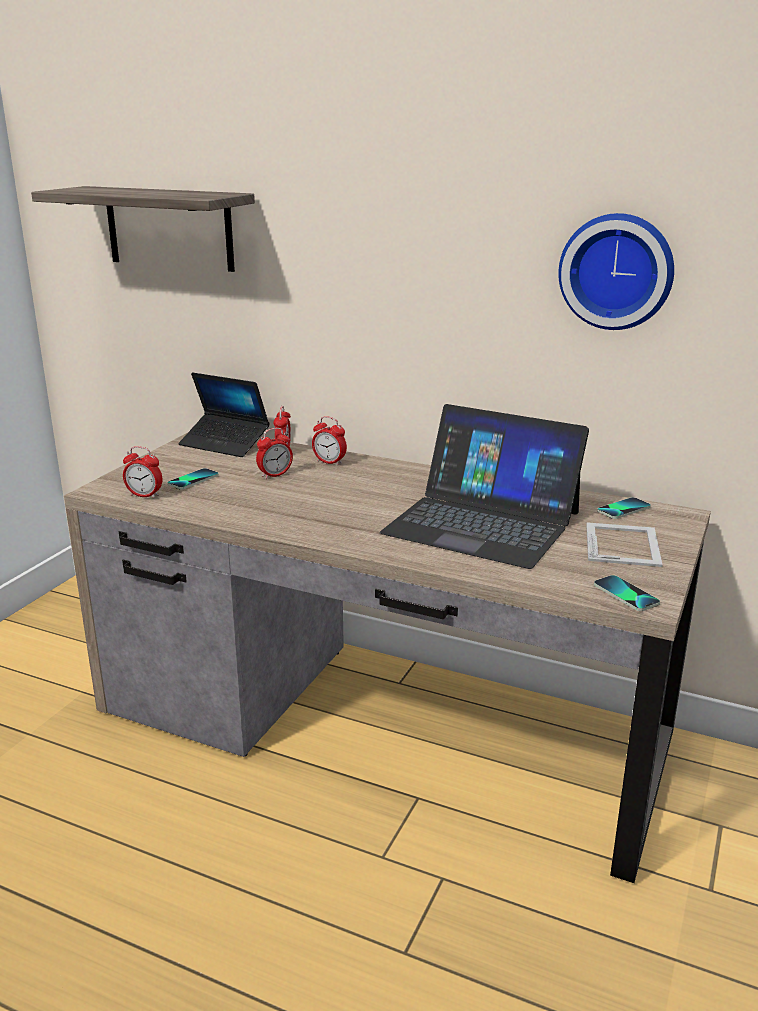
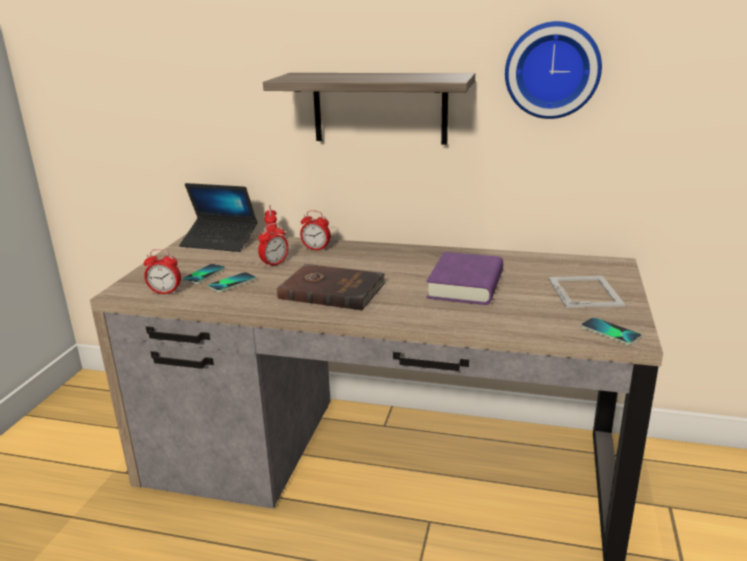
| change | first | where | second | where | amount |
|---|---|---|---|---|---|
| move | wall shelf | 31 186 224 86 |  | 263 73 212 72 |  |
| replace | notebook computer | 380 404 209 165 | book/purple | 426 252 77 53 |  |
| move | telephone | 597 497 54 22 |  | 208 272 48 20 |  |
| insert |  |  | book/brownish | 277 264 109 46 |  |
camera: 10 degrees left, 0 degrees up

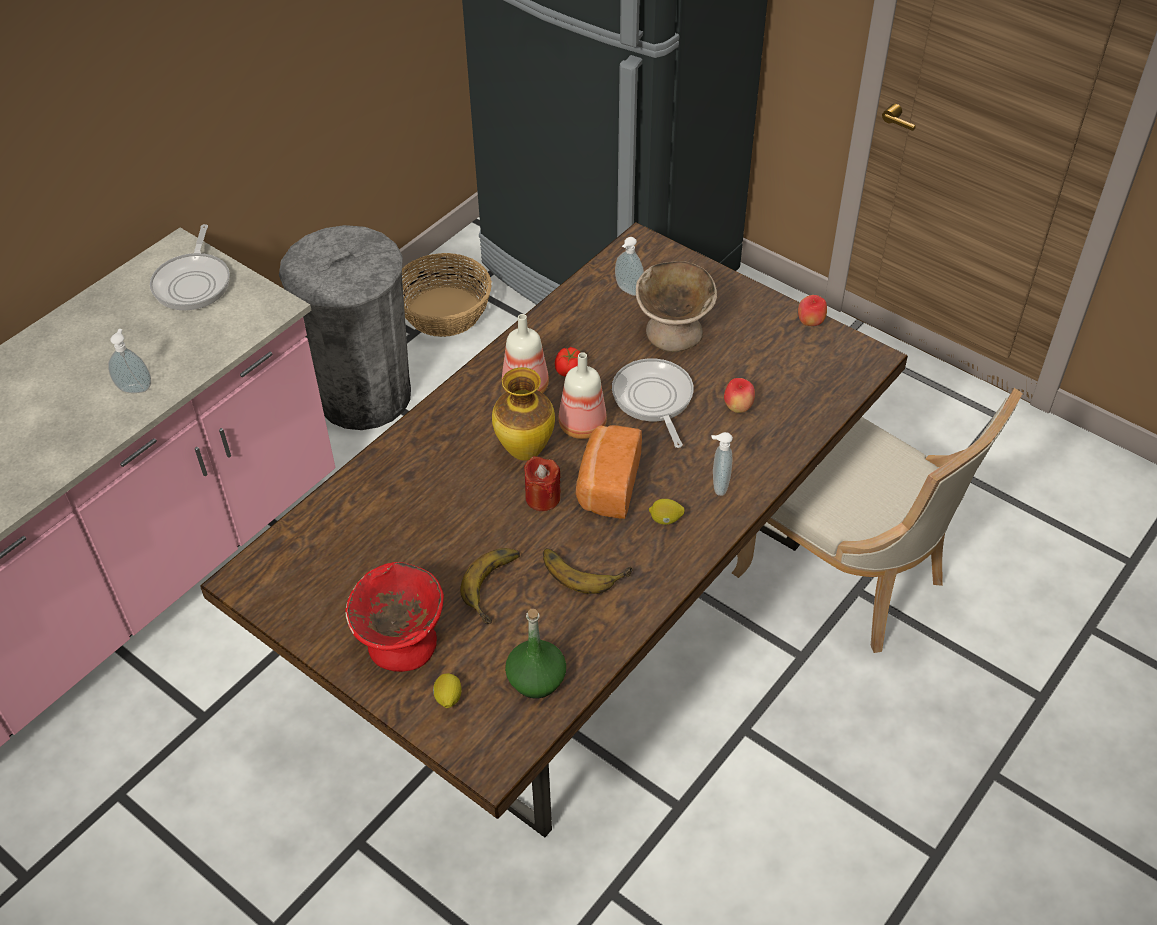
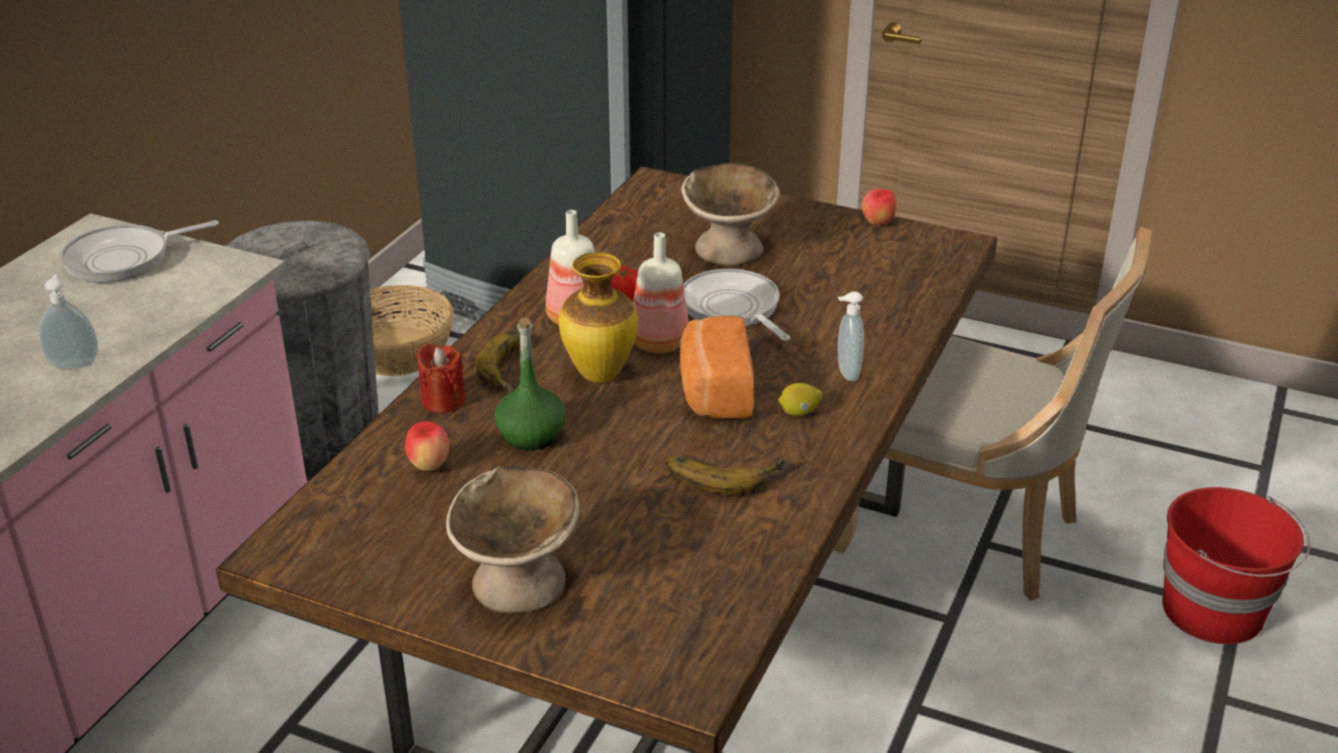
| change | first | where | second | where | amount |
|---|---|---|---|---|---|
| rotate | skillet | 150 224 80 87 |  | 60 220 159 62 | 75 degrees clockwise |
| delete | soap dispenser | 615 237 29 59 |  |  |  |
| move | apple | 724 378 31 35 |  | 405 421 44 50 |  |
| move | candle/reddish | 524 456 37 55 |  | 416 344 50 70 |  |
| move | whole banana | 460 548 60 76 |  | 475 331 58 62 |  |
| recolor | bowl/reddish | 345 562 99 110 | bowl/beige-coloured | 446 466 133 147 |  |
| move | beverage bottle/green | 505 609 61 89 |  | 494 318 72 133 |  |
| delete | citrus fruit | 433 673 29 35 |  |  |  |
| insert |  |  | pail/reddish | 1162 487 148 157 |  |
camera: 15 degrees left, 15 degrees down

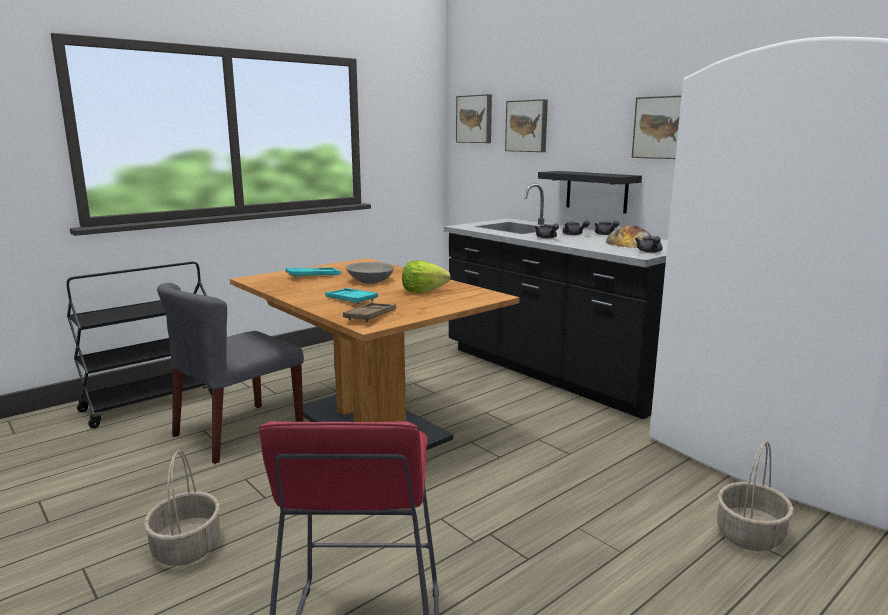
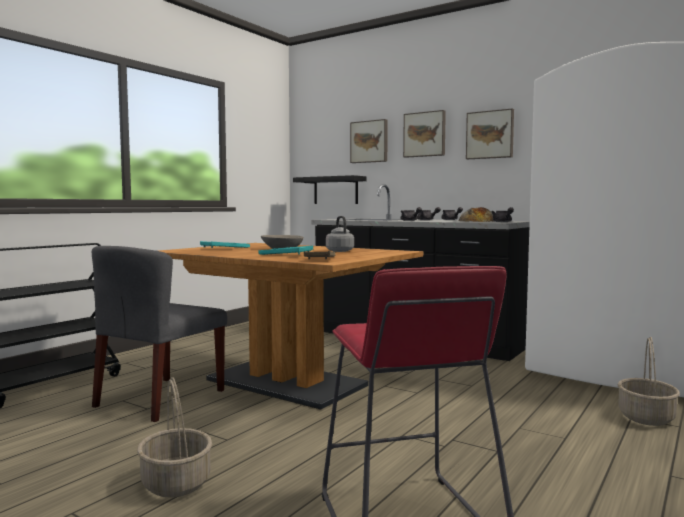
| change | first | where | second | where | amount |
|---|---|---|---|---|---|
| move | wall art | 456 94 36 49 |  | 403 110 43 48 |  |
| move | wall shelf/blackish | 538 171 104 43 |  | 293 175 74 29 |  |
| replace | lettuce | 402 261 49 32 | water kettle/gray | 326 216 28 36 |  |
camera: 15 degrees left, 10 degrees down

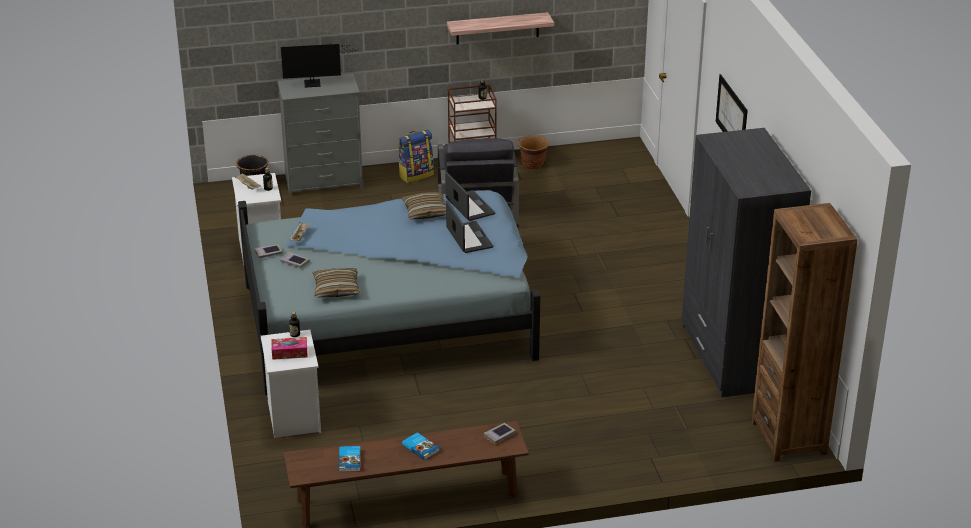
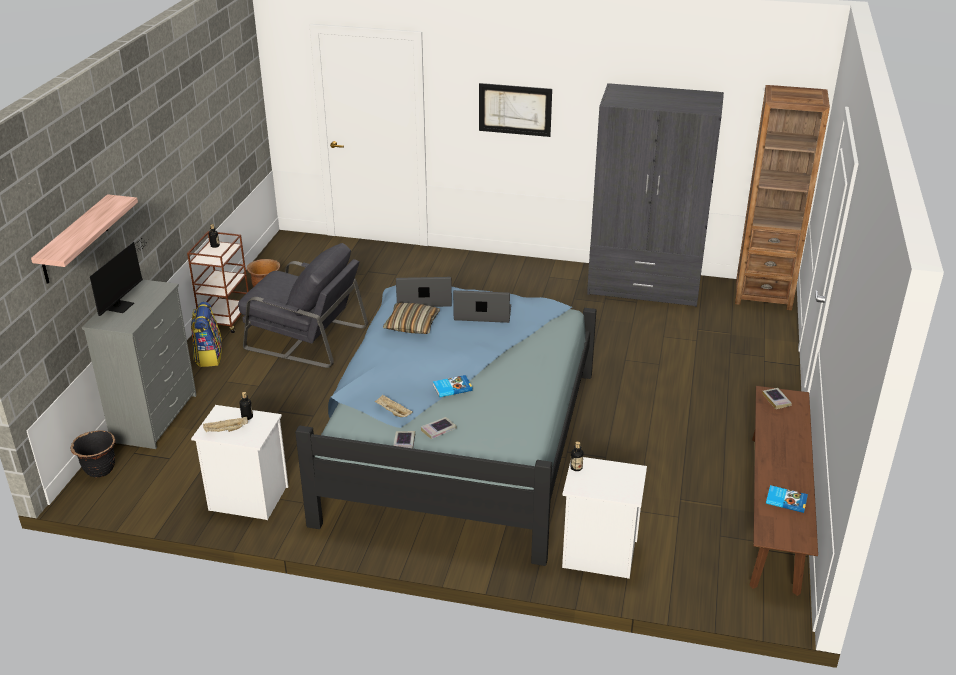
| change | first | where | second | where | amount |
|---|---|---|---|---|---|
| move | wall shelf | 447 12 107 32 |  | 31 194 107 90 |  |
| delete | throw pillow | 313 268 47 30 |  |  |  |
| delete | tissue box | 272 337 36 23 |  |  |  |
| move | book | 402 432 38 28 |  | 433 375 39 22 |  |
camera: 65 degrees left, 0 degrees up

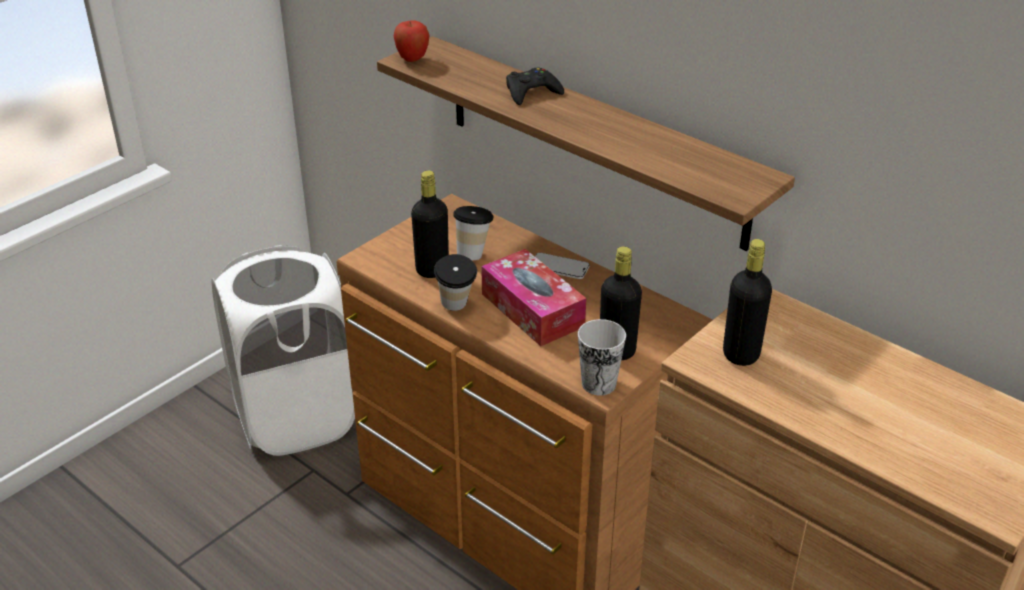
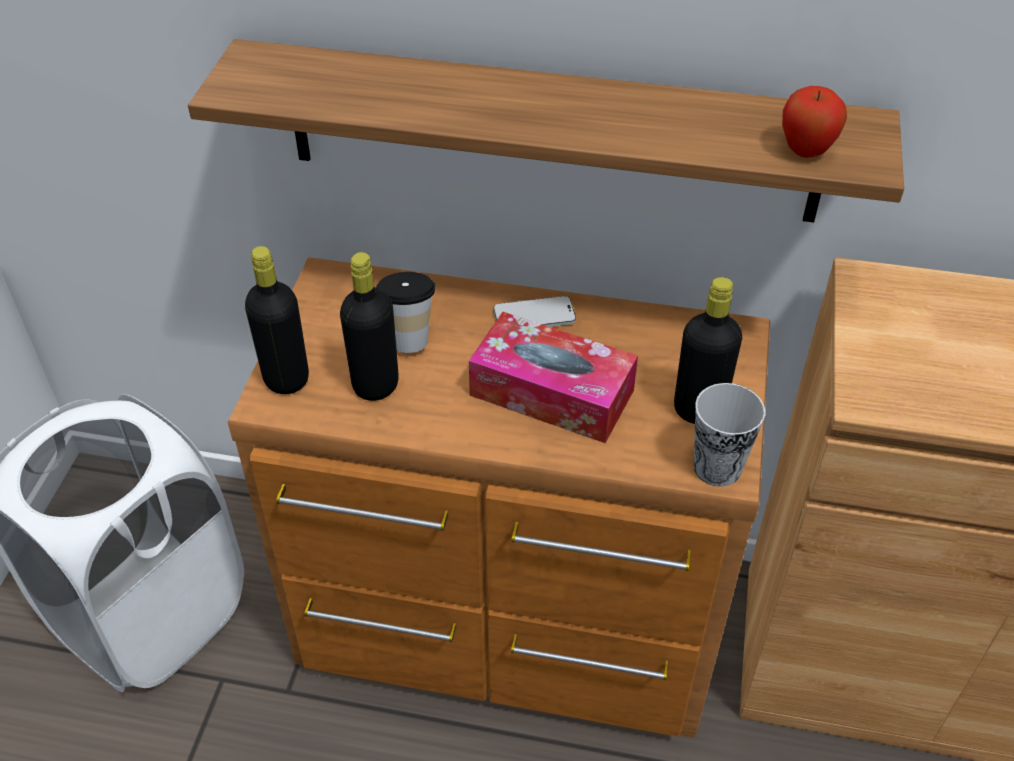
| change | first | where | second | where | amount |
|---|---|---|---|---|---|
| move | apple | 393 21 37 41 |  | 782 86 65 72 |  |
| delete | joypad/blackish | 506 68 58 37 |  |  |  |
| move | beverage bottle/blackish | 723 239 49 127 |  | 245 246 64 148 |  |
| delete | cup | 434 254 43 57 |  |  |  |
camera: 30 degrees left, 10 degrees up

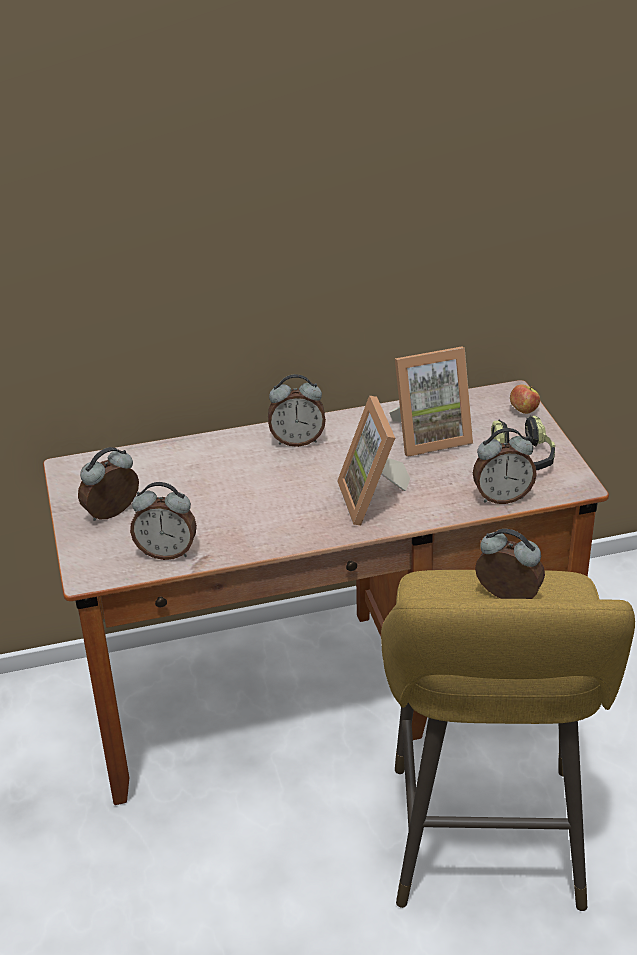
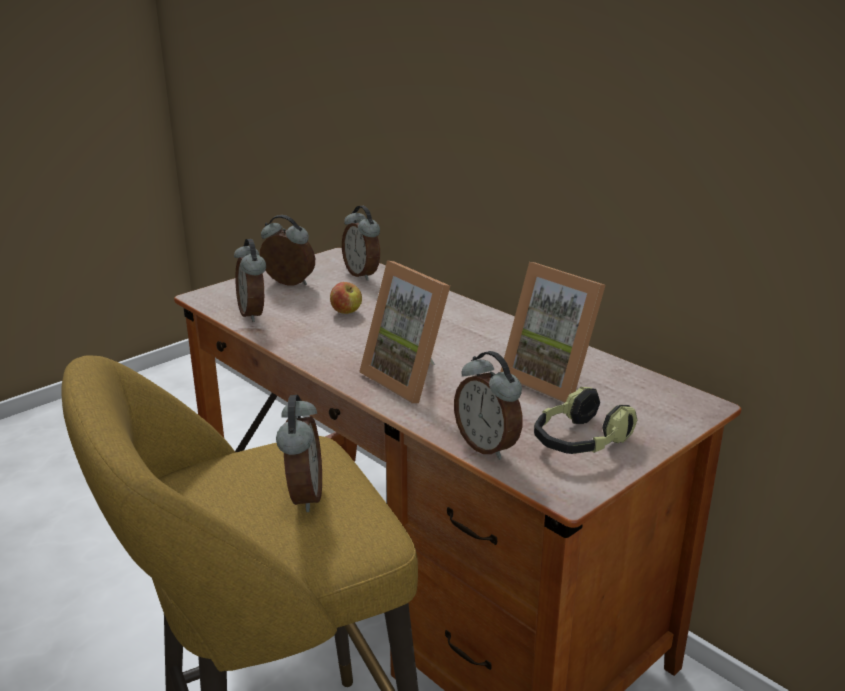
| change | first | where | second | where | amount |
|---|---|---|---|---|---|
| move | alarm clock | 268 374 58 73 |  | 342 206 38 75 |  |
| move | apple | 510 384 30 30 |  | 330 282 32 32 |  |
| rotate | standing frame | 337 396 73 129 |  | 359 261 91 142 | 90 degrees counterclockwise |
camera: 60 degrees right, 10 degrees down

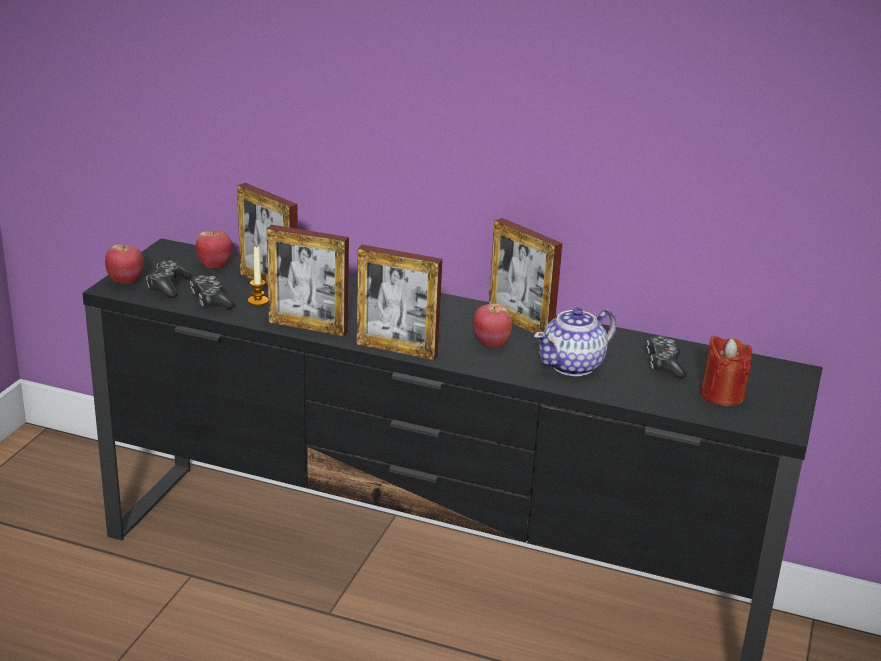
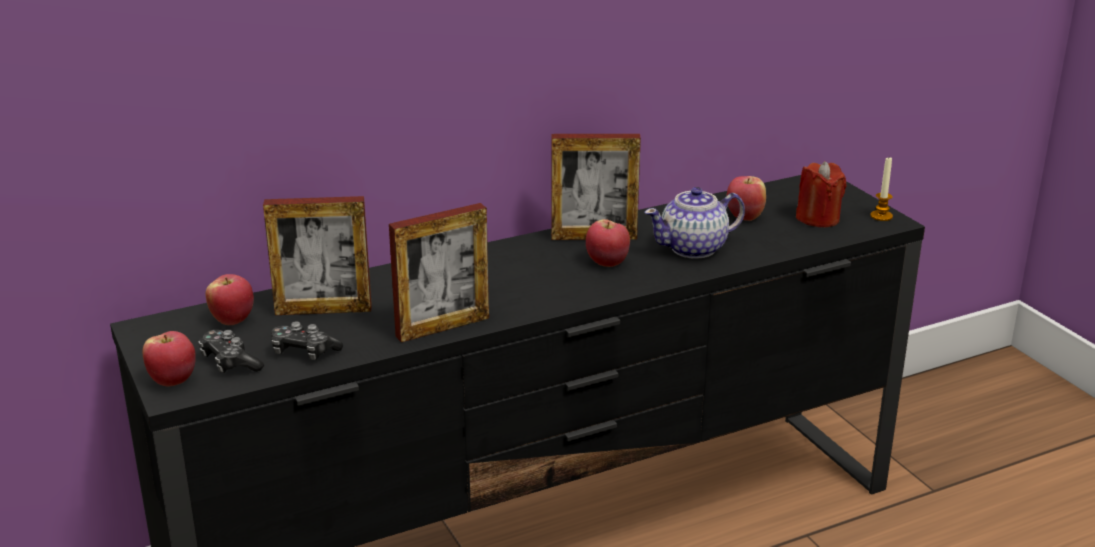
| change | first | where | second | where | amount |
|---|---|---|---|---|---|
| delete | standing frame | 356 244 87 116 |  |  |  |
| move | candle | 248 245 20 61 |  | 870 158 23 63 |  |
| rotate | teapot | 534 307 82 69 |  | 645 187 100 72 | 60 degrees clockwise |
| replace | joypad | 647 336 40 43 | apple | 727 176 39 45 |  |
camera: 45 degrees left, 0 degrees up

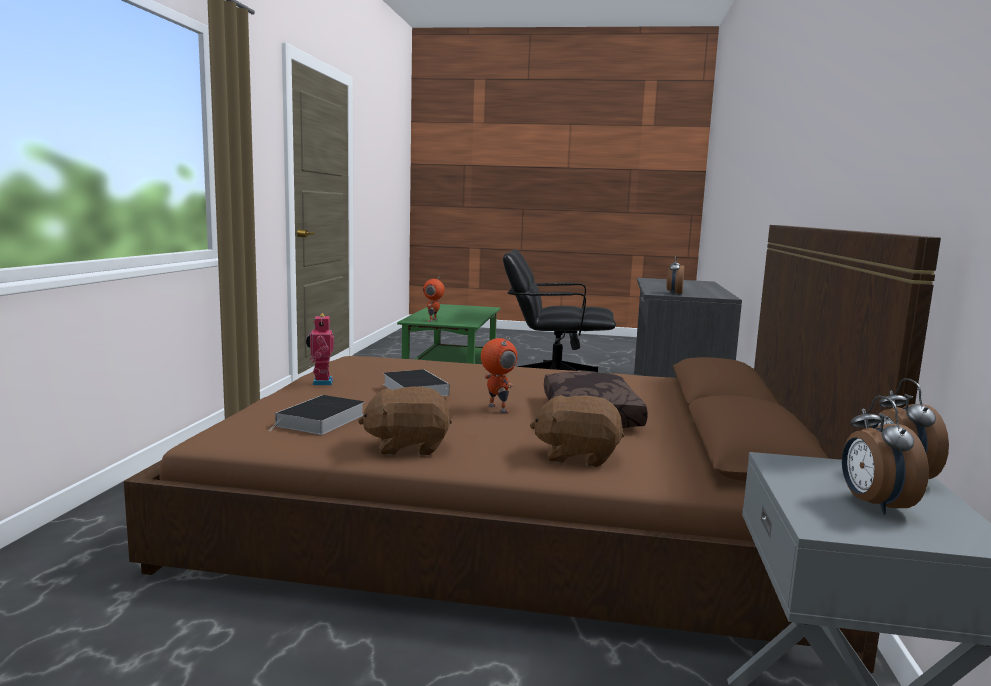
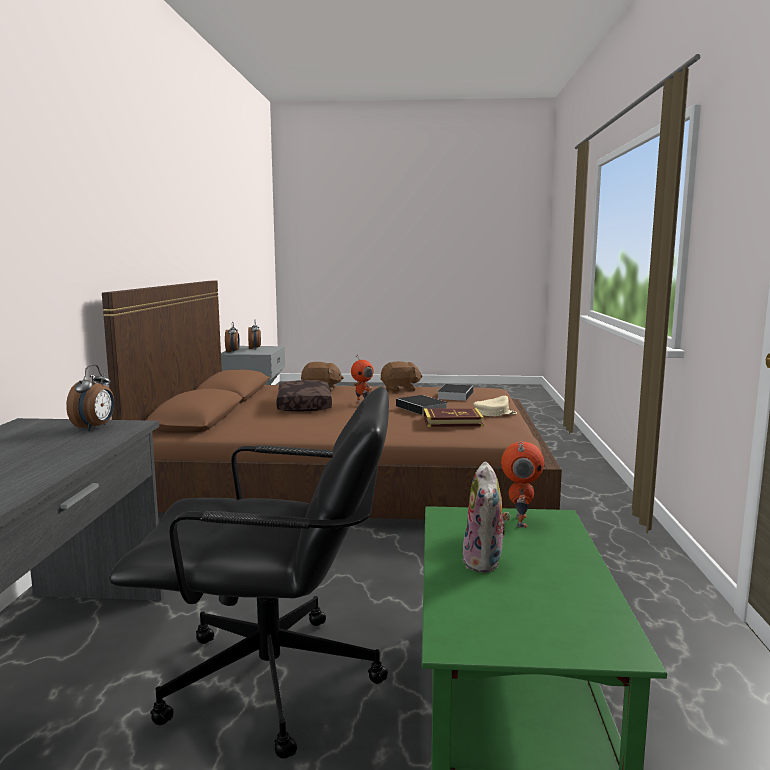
| change | first | where | second | where | amount |
|---|---|---|---|---|---|
| replace | robot figure | 306 313 28 72 | cap/beige-coloured | 474 396 43 20 |  |
| insert |  |  | book | 423 408 61 19 |  |
| insert |  |  | plush toy | 462 461 49 112 |  |
camera: 175 degrees right, 0 degrees up

